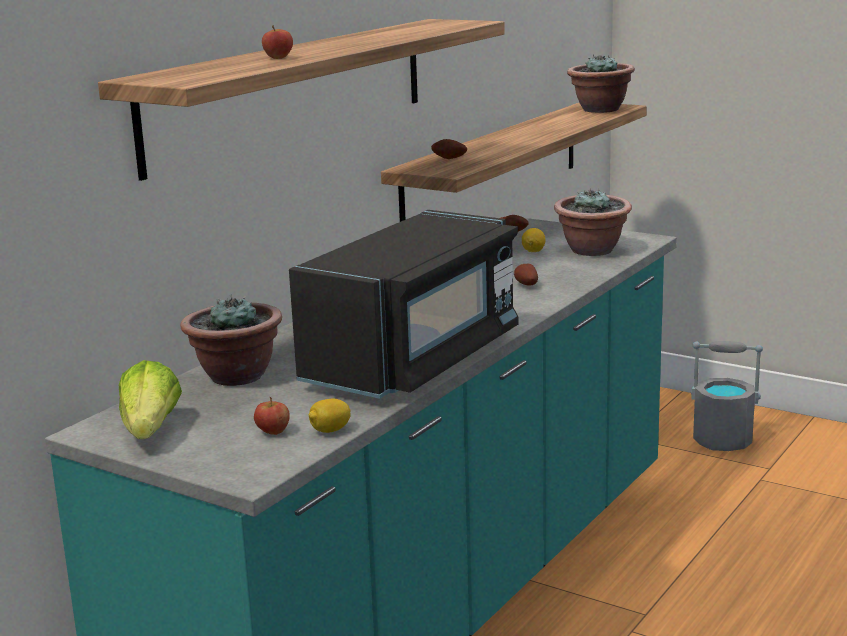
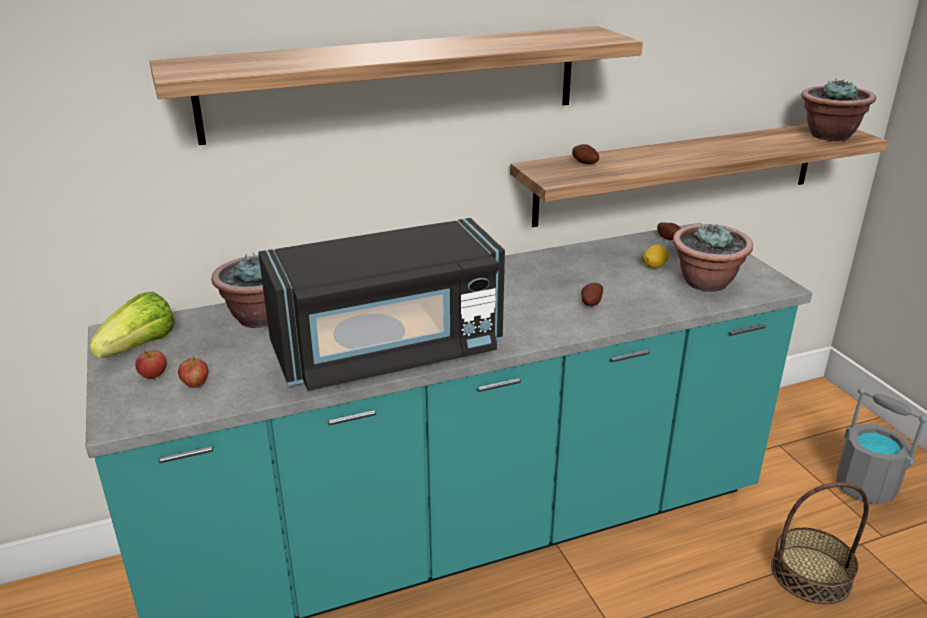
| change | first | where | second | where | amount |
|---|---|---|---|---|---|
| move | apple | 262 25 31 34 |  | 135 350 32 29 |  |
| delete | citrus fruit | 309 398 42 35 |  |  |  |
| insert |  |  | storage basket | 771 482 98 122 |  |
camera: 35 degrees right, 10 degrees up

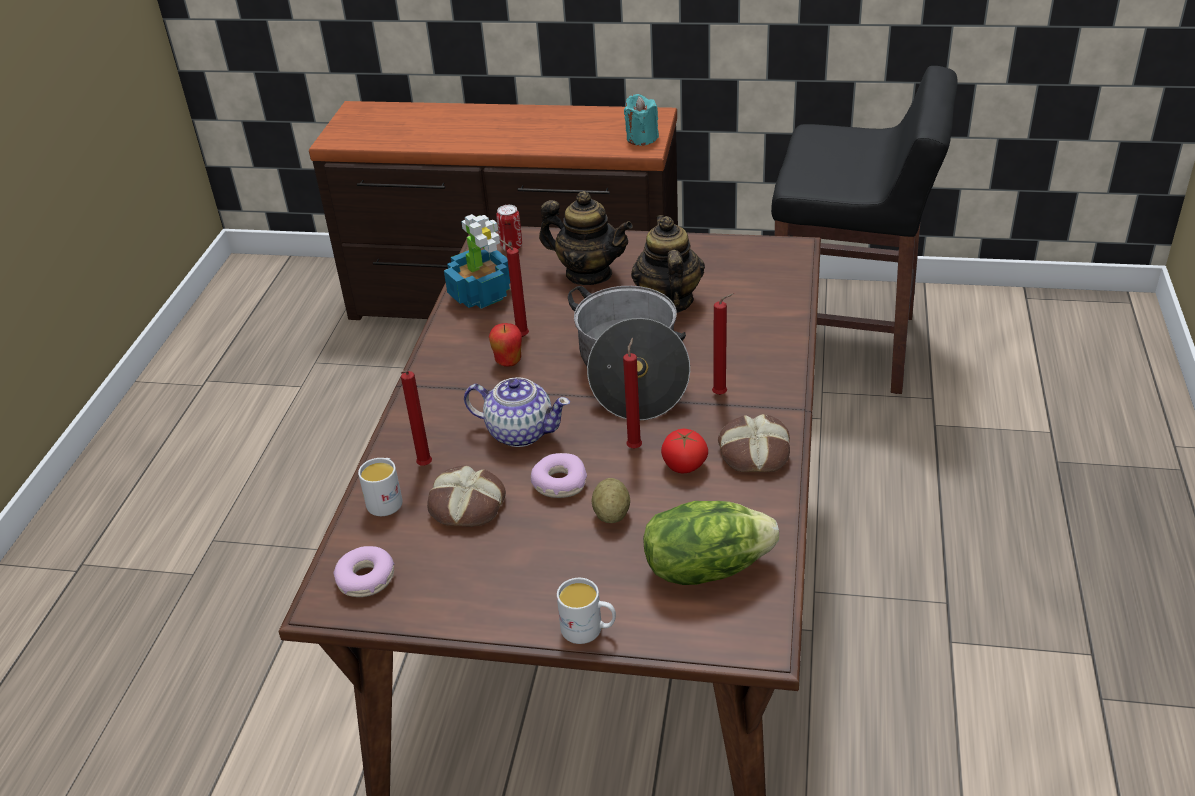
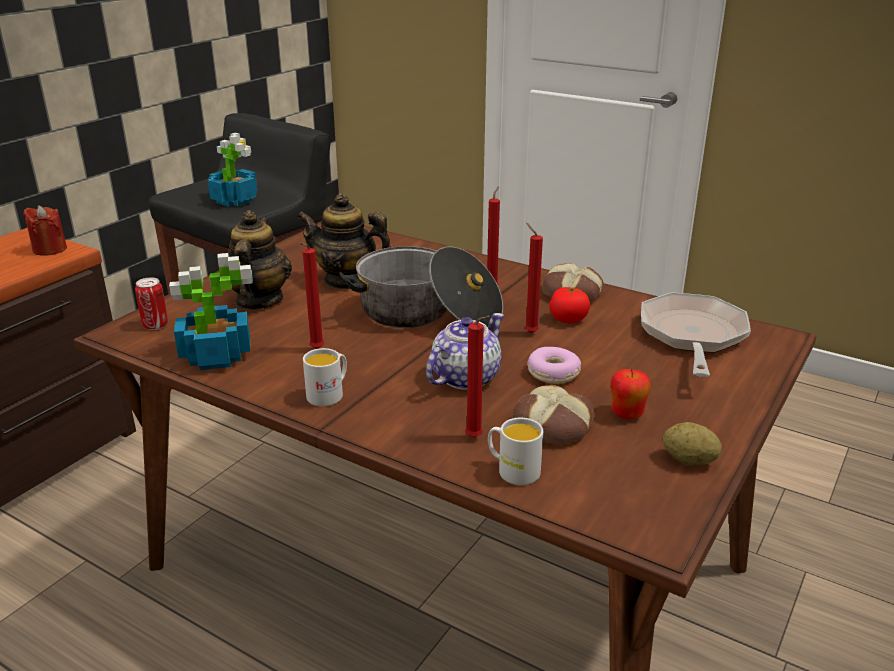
| change | first | where | second | where | amount |
|---|---|---|---|---|---|
| recolor | candle/turquoise | 624 94 35 52 | candle/reddish | 23 205 44 51 |  |
| rotate | teapot | 539 191 94 94 |  | 228 210 64 100 | 45 degrees counterclockwise |
| move | apple | 489 323 33 44 |  | 611 369 40 50 |  |
| move | potato | 591 478 39 45 |  | 663 422 59 43 |  |
| replace | lettuce | 643 501 136 84 | skillet | 641 292 110 85 |  |
| delete | doughnut | 333 546 61 51 |  |  |  |
| move | coffee mug/white | 557 578 59 66 |  | 303 348 44 59 |  |
| insert |  |  | potted plant | 208 133 49 74 |  |
camera: 70 degrees left, 10 degrees down

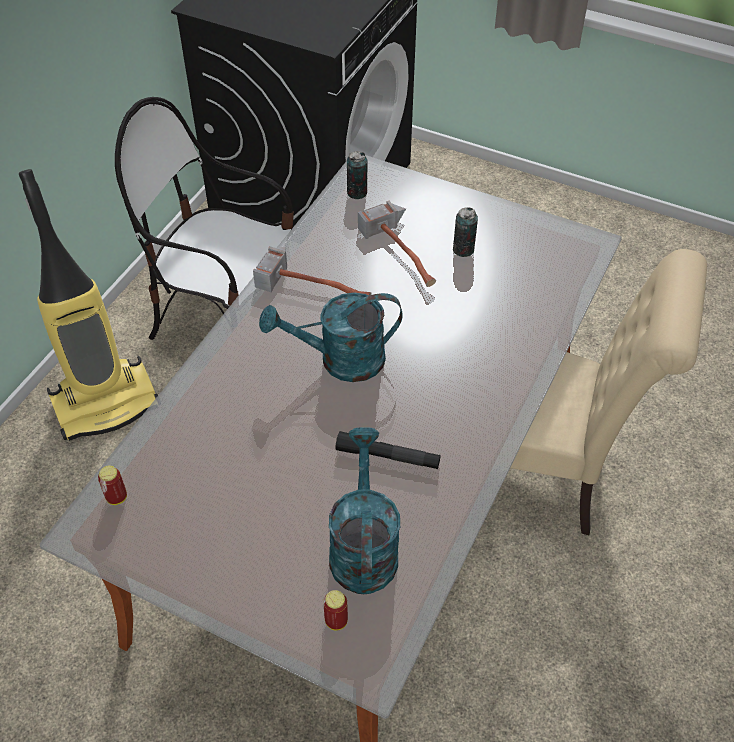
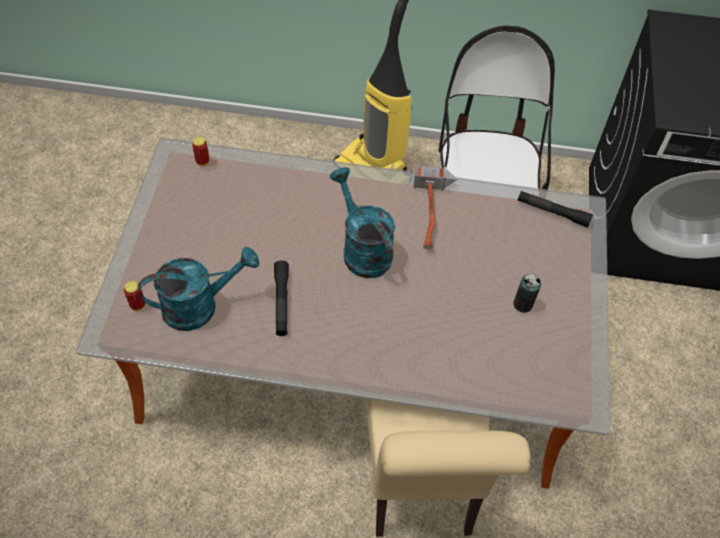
| change | first | where | second | where | amount |
|---|---|---|---|---|---|
| replace | can | 347 151 20 48 | torch/blackish | 518 191 75 37 |  |
| delete | hand hammer | 358 201 78 86 |  |  |  |
camera: 70 degrees right, 5 degrees up

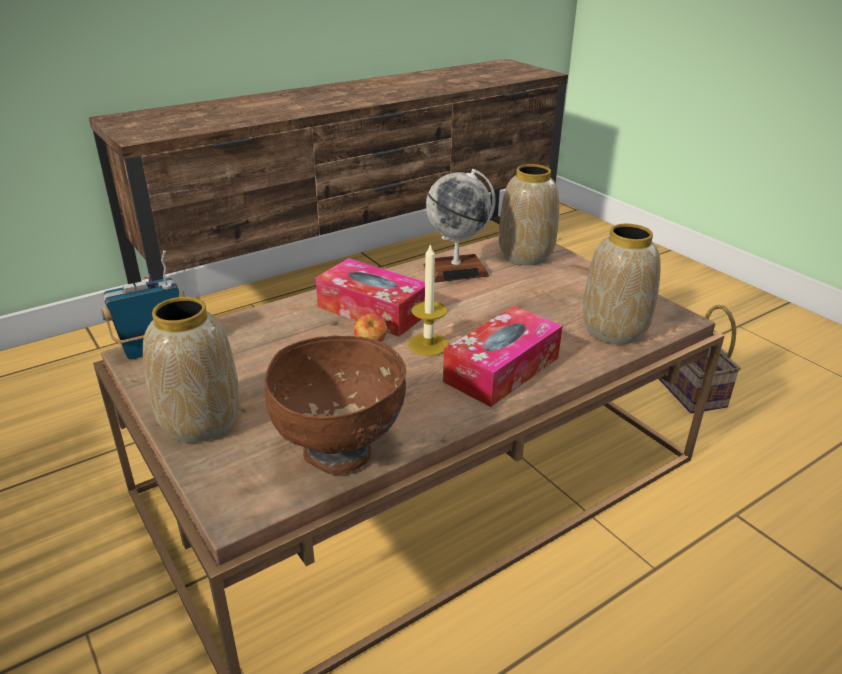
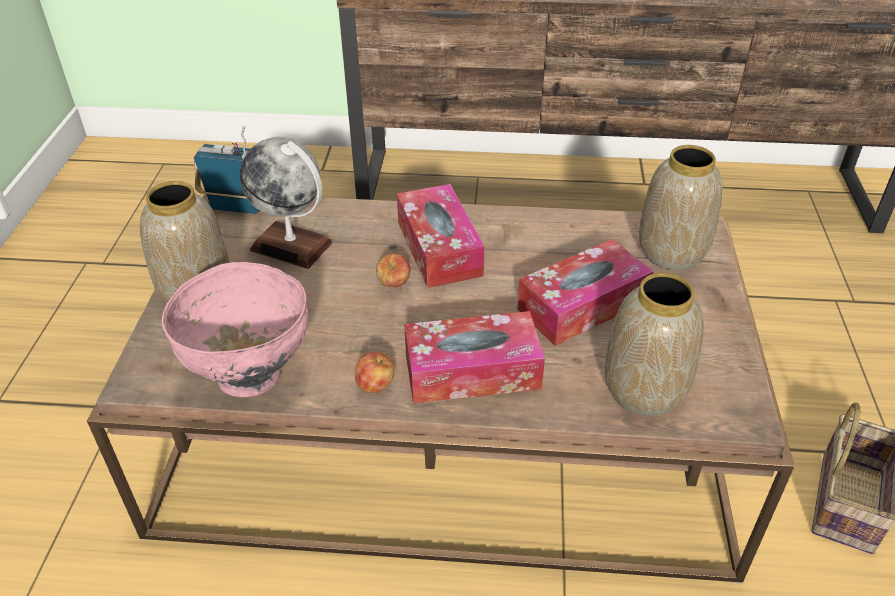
| change | first | where | second | where | amount |
|---|---|---|---|---|---|
| move | globe | 424 169 72 114 |  | 240 137 93 132 |  |
| delete | candle | 408 243 41 113 |  |  |  |
| recolor | bowl/brownish | 264 335 142 139 | bowl/pink-coloured | 162 262 147 135 |  |
| insert |  |  | tissue box | 517 239 137 107 |  |
| insert |  |  | apple | 355 352 40 41 |  |
camera: 40 degrees right, 10 degrees up

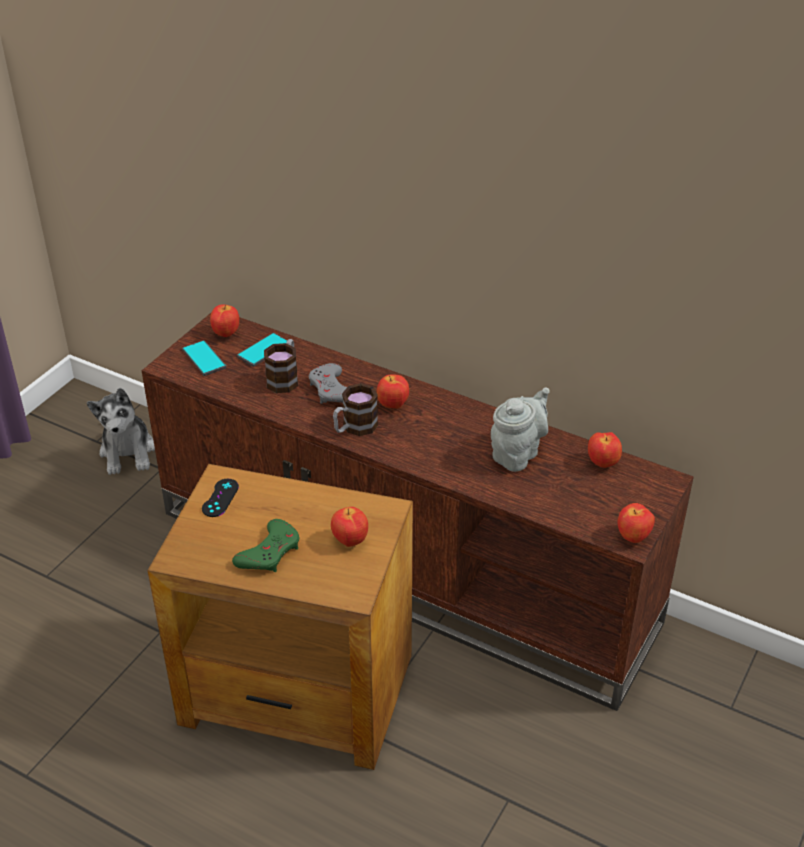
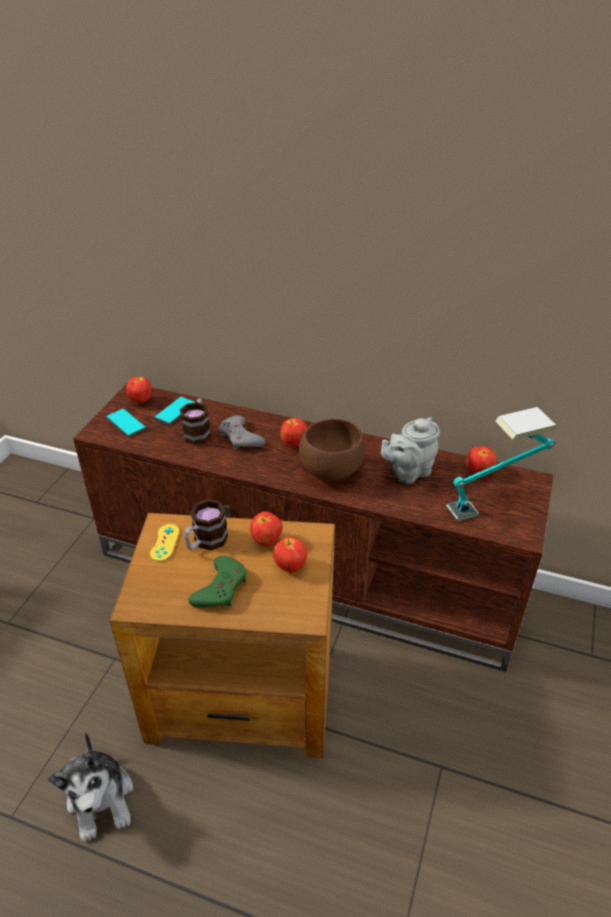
| change | first | where | second | where | amount |
|---|---|---|---|---|---|
| move | coffee mug | 333 383 45 53 |  | 184 499 44 52 |  |
| move | plush toy | 87 388 68 87 |  | 47 731 86 111 |  |
| rotate | teapot/gray | 491 388 59 84 |  | 381 417 59 67 | 150 degrees counterclockwise |
| recolor | joypad/blackish | 202 479 37 38 | joypad/yellowish | 150 524 30 37 |  |
| move | apple | 617 503 38 40 |  | 250 511 32 36 |  |
| insert |  |  | tabletop lamp | 446 407 112 114 |  |
| insert |  |  | bowl/brownish | 299 418 66 63 |  |
camera: 10 degrees left, 0 degrees up

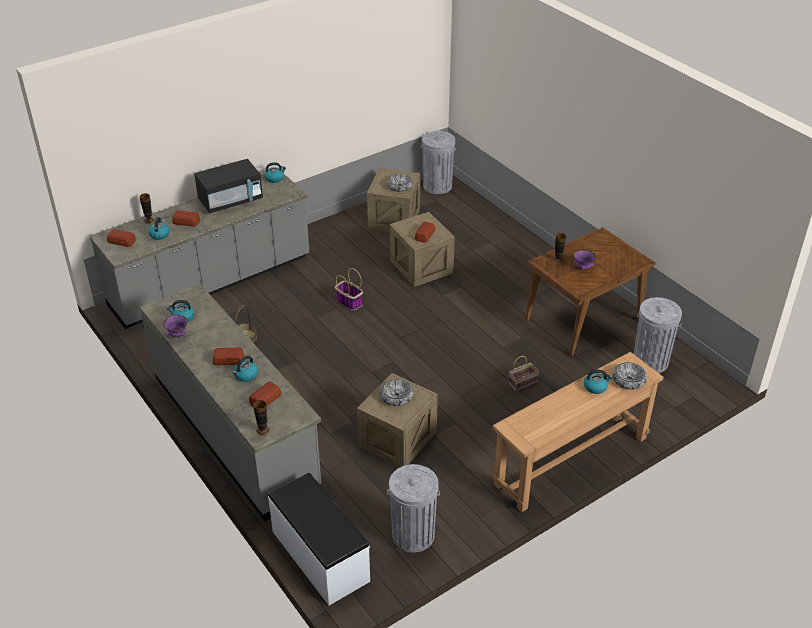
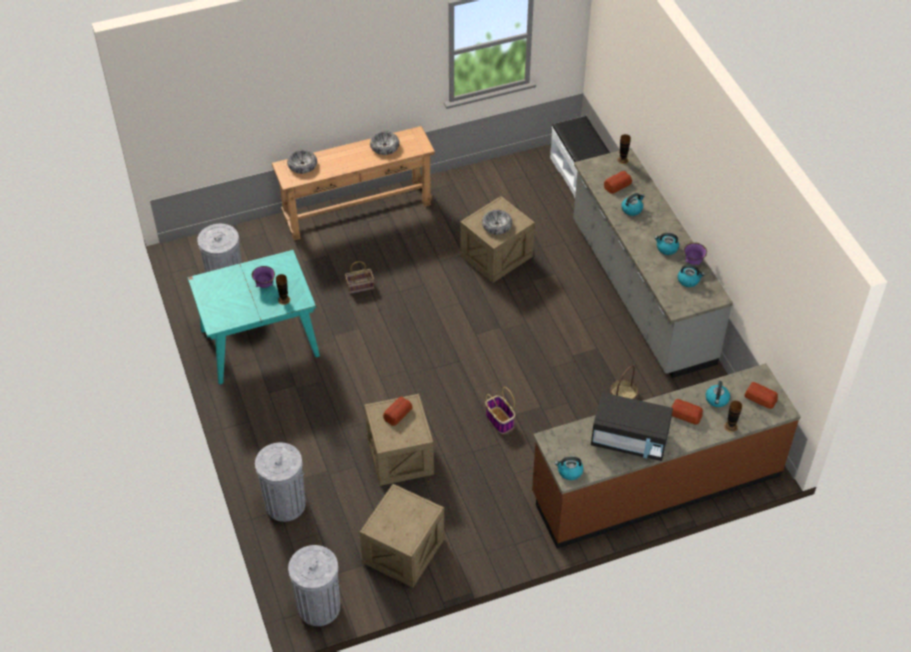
| change | first | where | second | where | amount |
|---|---|---|---|---|---|
| rotate | microwave oven/blackish | 194 159 69 55 |  | 591 392 82 69 | 150 degrees counterclockwise |
| recolor | counter/gray | 89 174 220 155 | counter/brownish | 532 363 269 186 |  |
| move | bowl | 387 174 26 18 |  | 370 131 30 24 |  |
| recolor | dinner table/brownish | 525 227 130 130 | dinner table/turquoise | 187 250 133 135 |  |
| delete | baked bread | 213 348 31 17 |  |  |  |
| move | water kettle | 584 370 29 24 |  | 654 233 25 22 |  |
| move | rubbish bin/gray | 387 464 53 89 |  | 255 443 51 79 |  |
camera: 165 degrees left, 10 degrees up

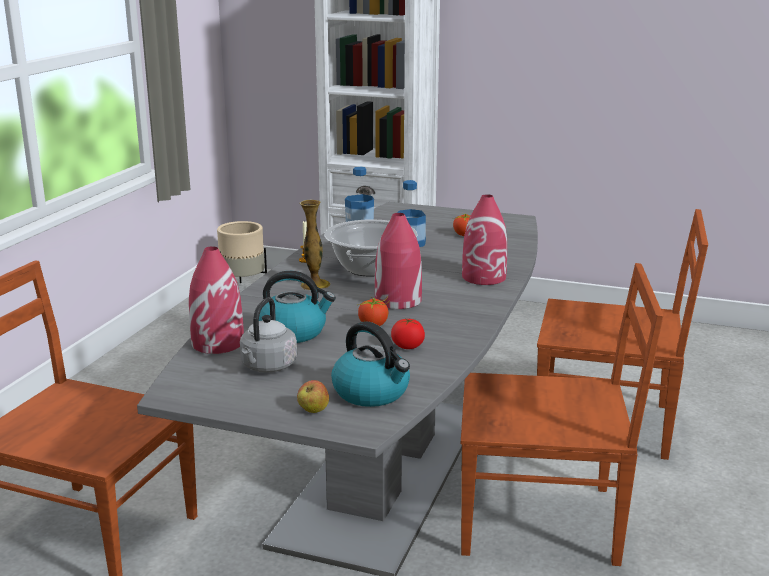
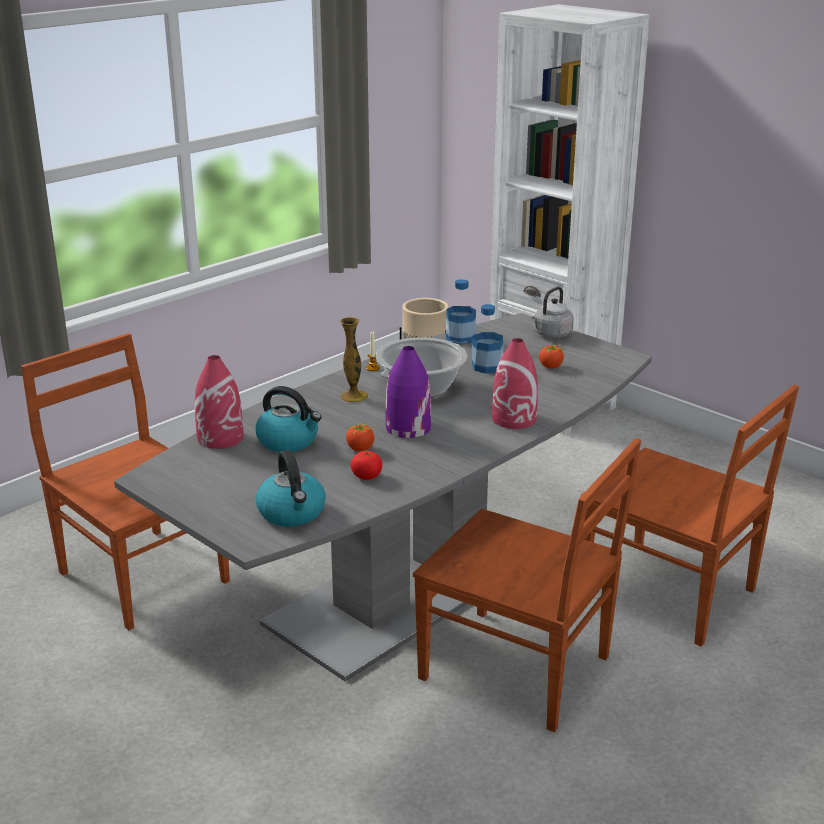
| change | first | where | second | where | amount |
|---|---|---|---|---|---|
| recolor | vase/reddish | 375 213 47 96 | vase/purple | 386 346 45 92 |  |
| move | water kettle/gray | 240 297 57 76 |  | 532 287 42 51 |  |
| delete | apple | 297 380 32 33 |  |  |  |
camera: 25 degrees right, 5 degrees up

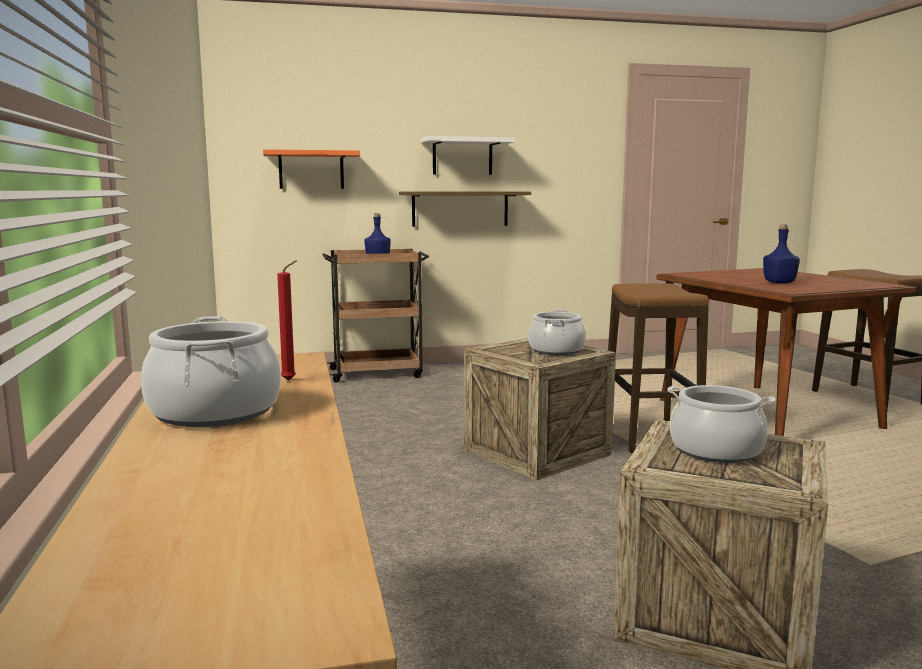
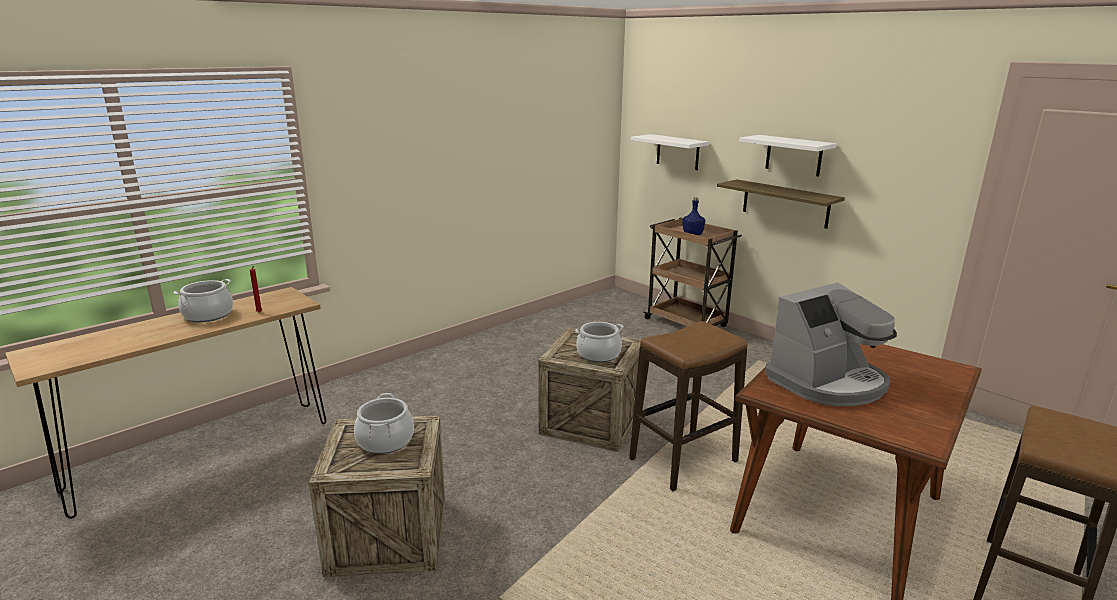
| change | first | where | second | where | amount |
|---|---|---|---|---|---|
| recolor | wall shelf/orange | 263 149 97 40 | wall shelf/white | 630 134 79 36 |  |
| replace | beverage bottle/blue-coloured | 763 224 37 59 | coffee brewer | 765 282 132 124 |  |
camera: 60 degrees right, 10 degrees up

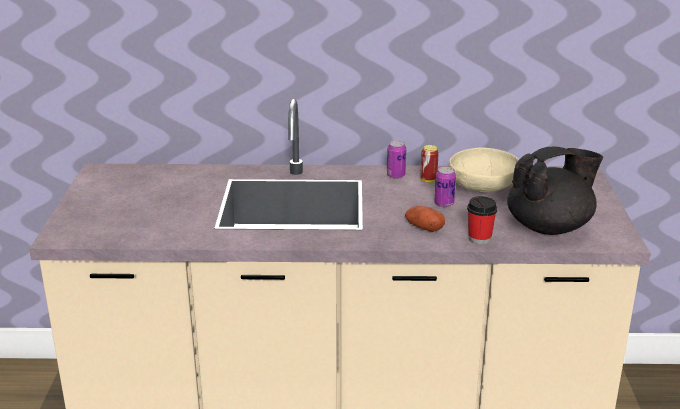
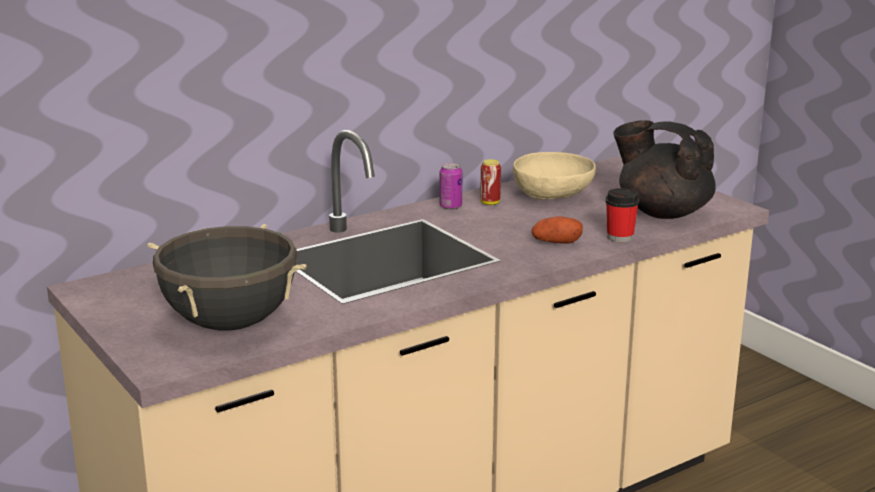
| change | first | where | second | where | amount |
|---|---|---|---|---|---|
| rotate | teapot/blackish | 507 147 96 88 |  | 613 120 103 99 | 90 degrees counterclockwise |
| delete | can | 435 167 21 40 |  |  |  |
| insert |  |  | stockpot/blackish | 147 224 160 107 |  |
camera: 35 degrees left, 5 degrees down

